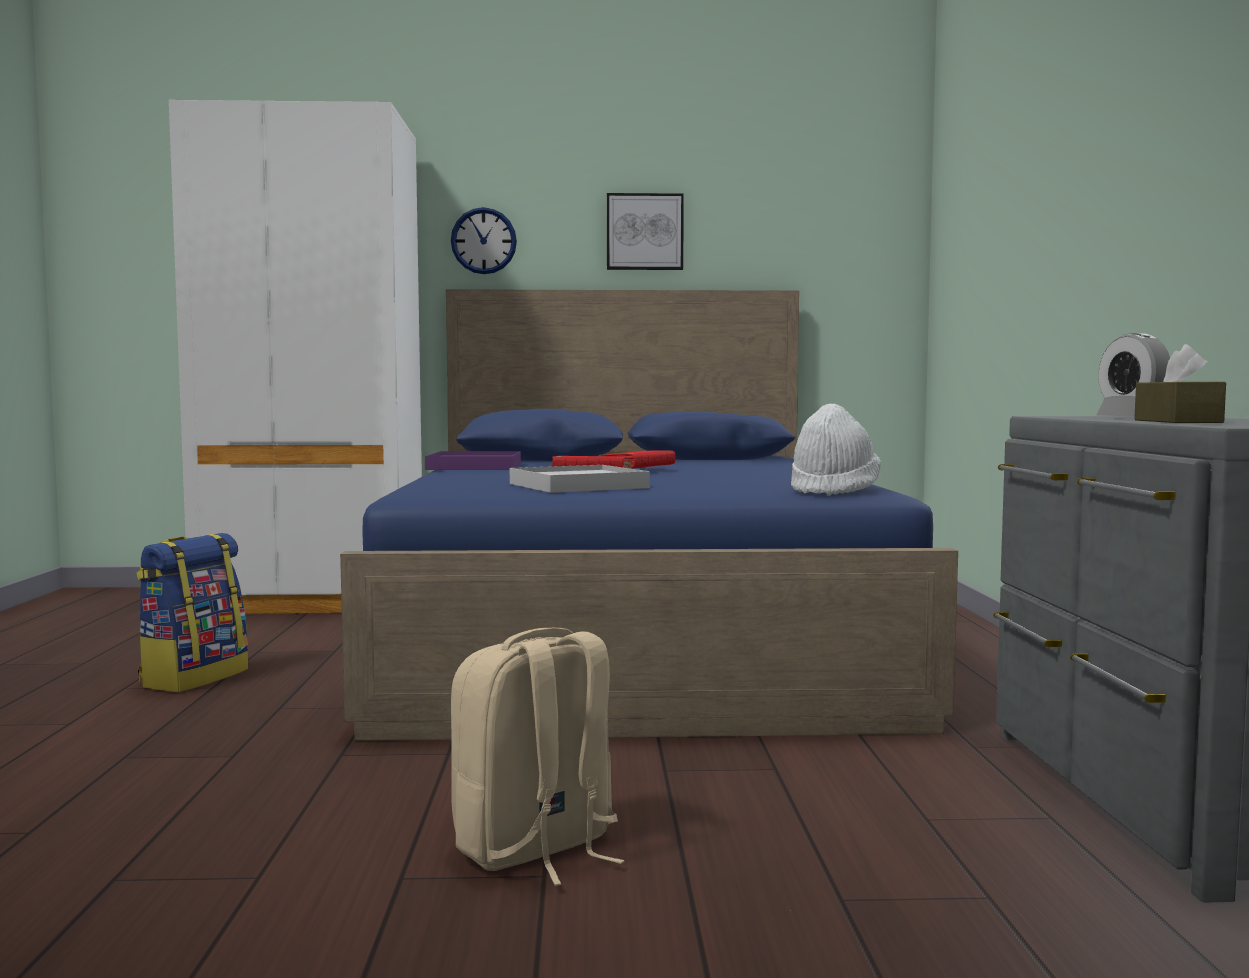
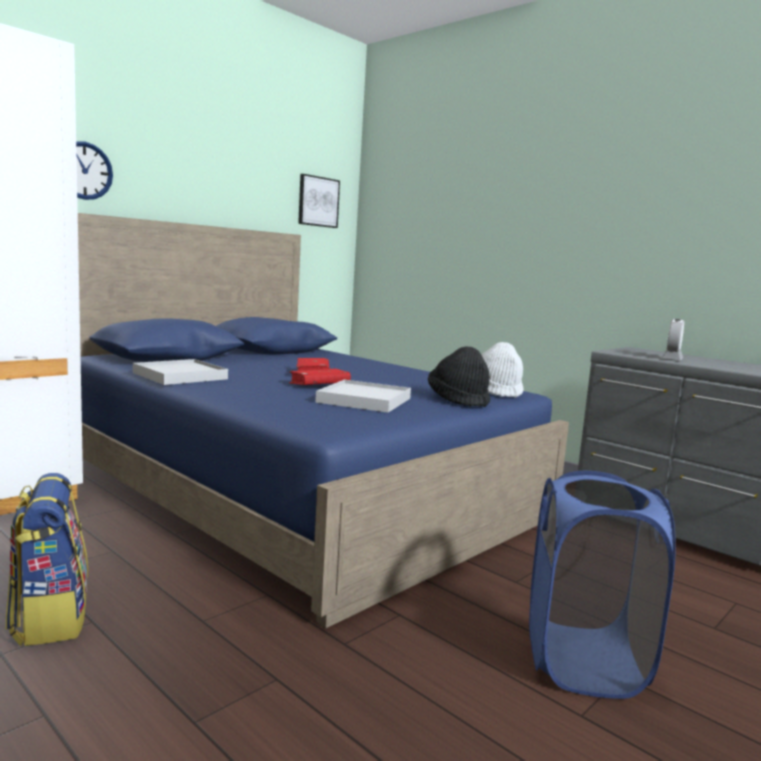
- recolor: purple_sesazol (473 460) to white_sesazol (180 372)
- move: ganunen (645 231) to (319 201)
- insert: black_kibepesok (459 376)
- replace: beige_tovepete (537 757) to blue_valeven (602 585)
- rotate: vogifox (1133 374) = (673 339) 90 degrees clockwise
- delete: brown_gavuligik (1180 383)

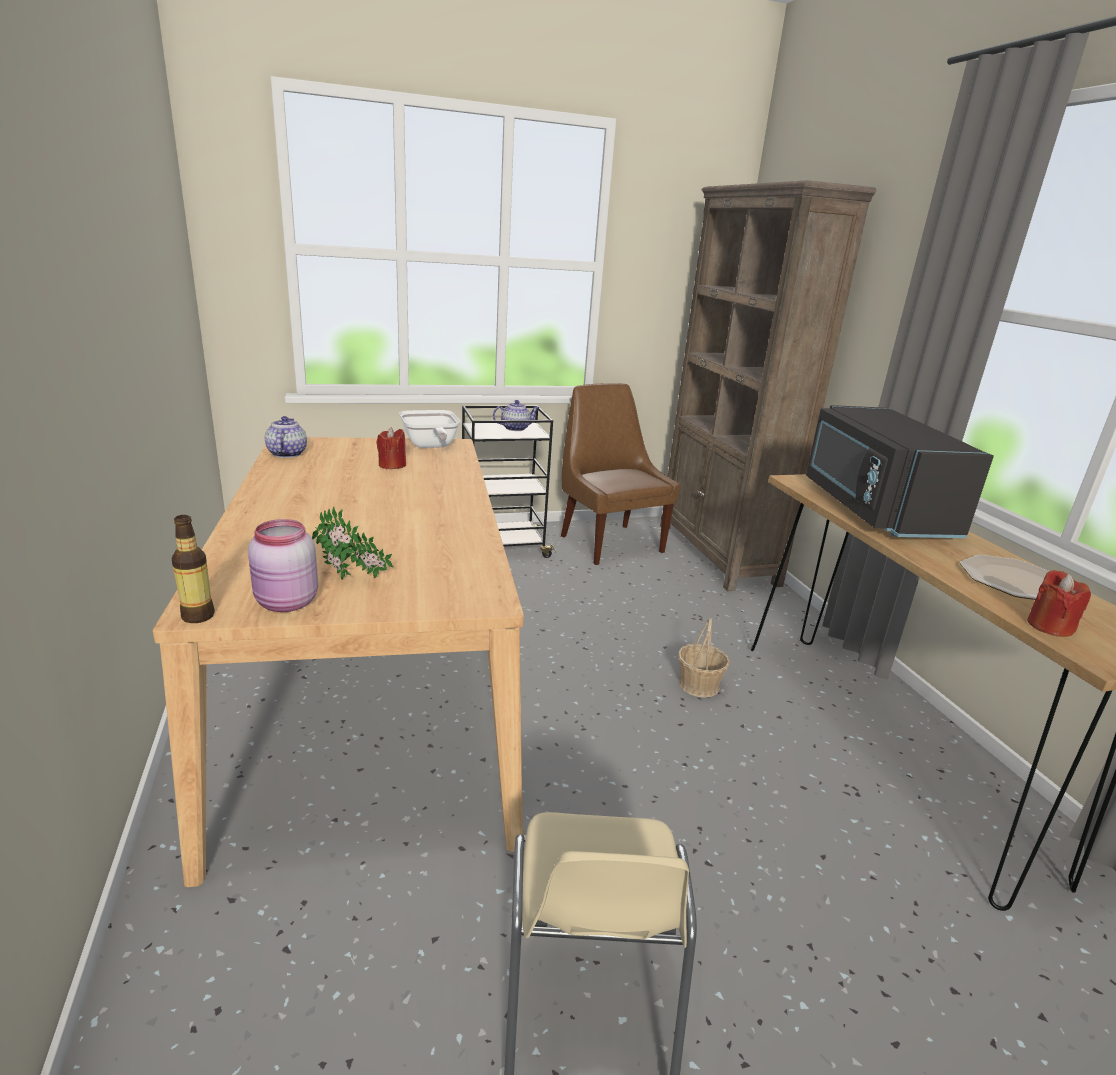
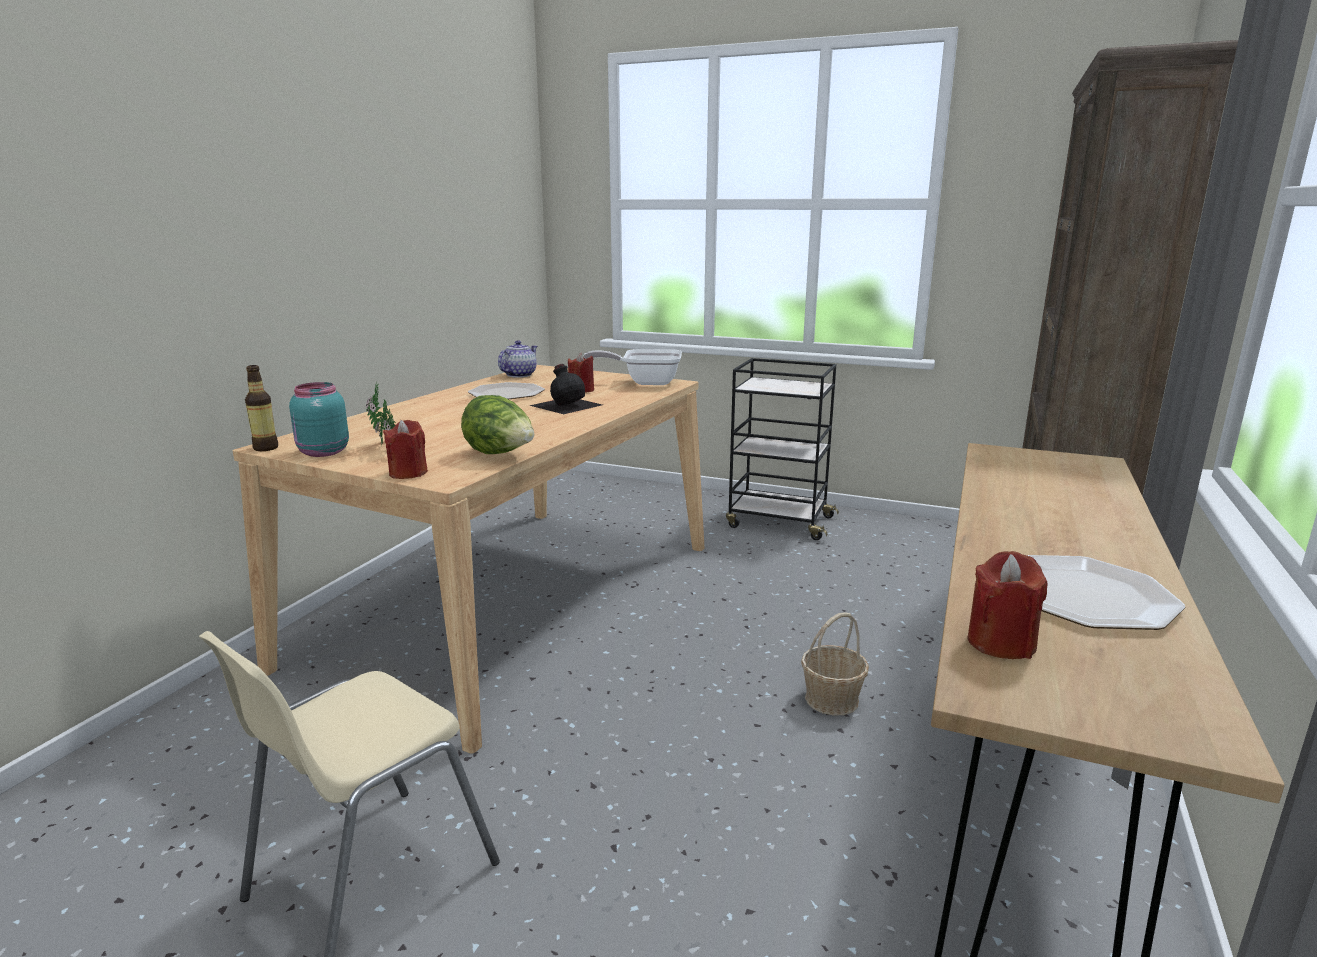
- recolor: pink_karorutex (283 565) to turquoise_karorutex (319 419)
- insert: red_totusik (405 449)
- insert: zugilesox (497 424)
- insert: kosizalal (506 390)
- insert: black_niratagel (565 389)
- rotate: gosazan (429 429) = (633 367) 75 degrees clockwise
- delete: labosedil (516 415)
- delete: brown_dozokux (620 474)
- delete: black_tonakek (900 471)

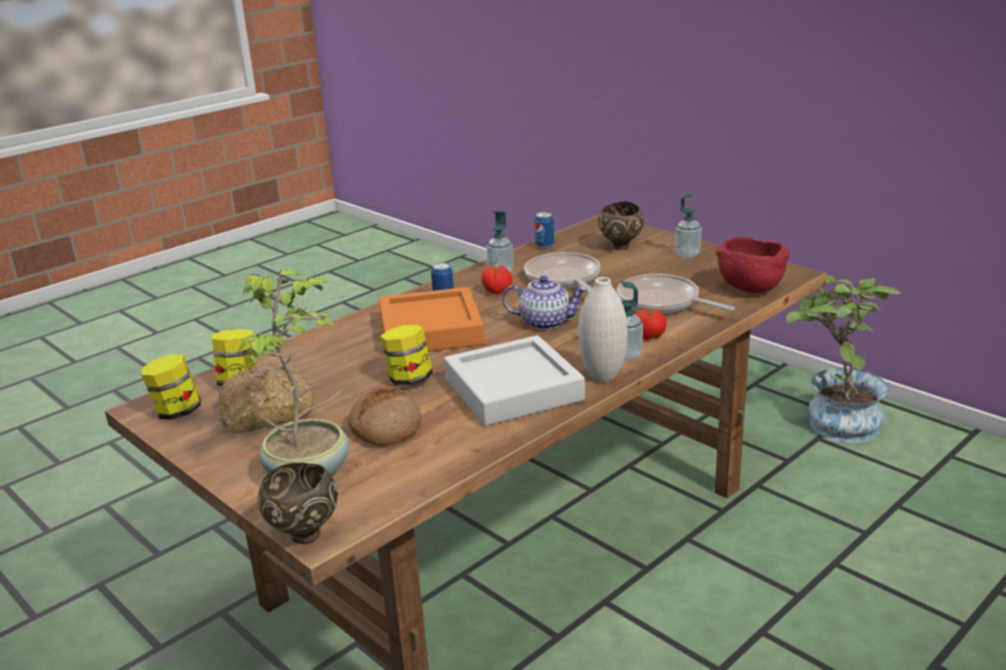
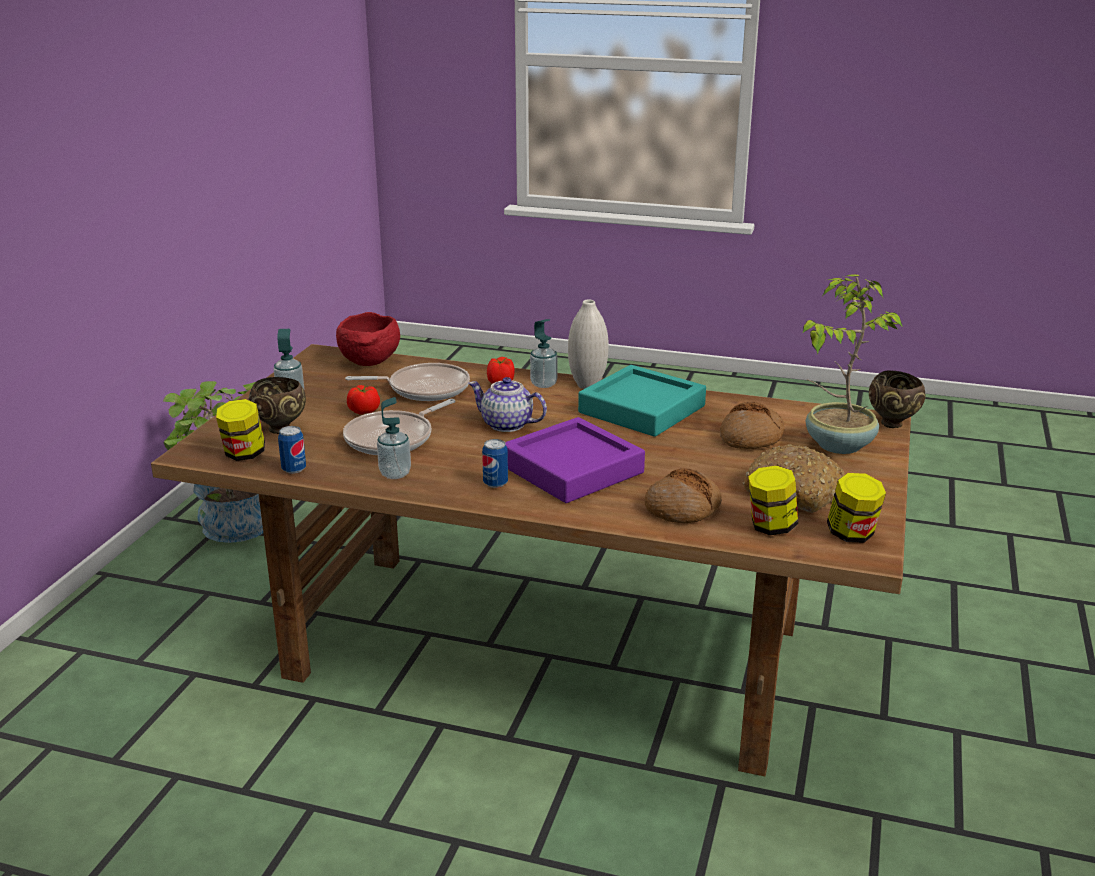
- move: karorutex (406 355) to (240 430)
- rotate: gosazan (676 293) = (407 382) 105 degrees counterclockwise
- move: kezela (496 280) to (363 400)
- rotate: labosedil (544 303) = (507 404) 45 degrees counterclockwise
- recolor: orange_sesazol (432 319) to purple_sesazol (575 460)
- recolor: grey_sesazol (514 380) to turquoise_sesazol (642 401)
- insert: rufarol (683 495)

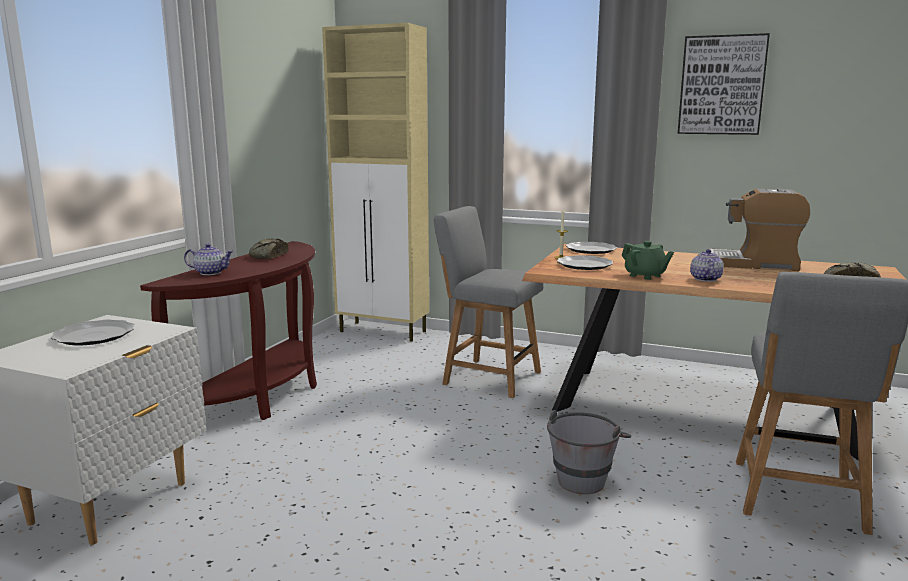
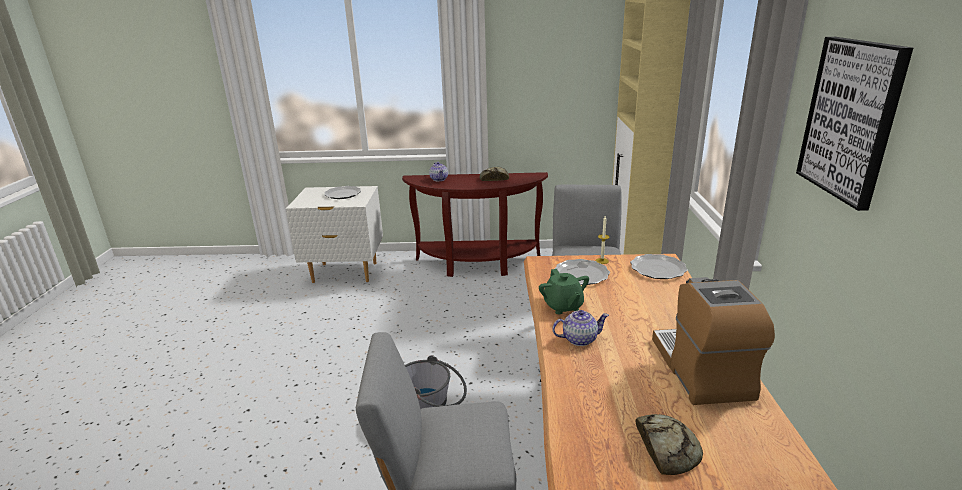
- rotate: green_labosedil (647 260) = (564 291) 45 degrees counterclockwise

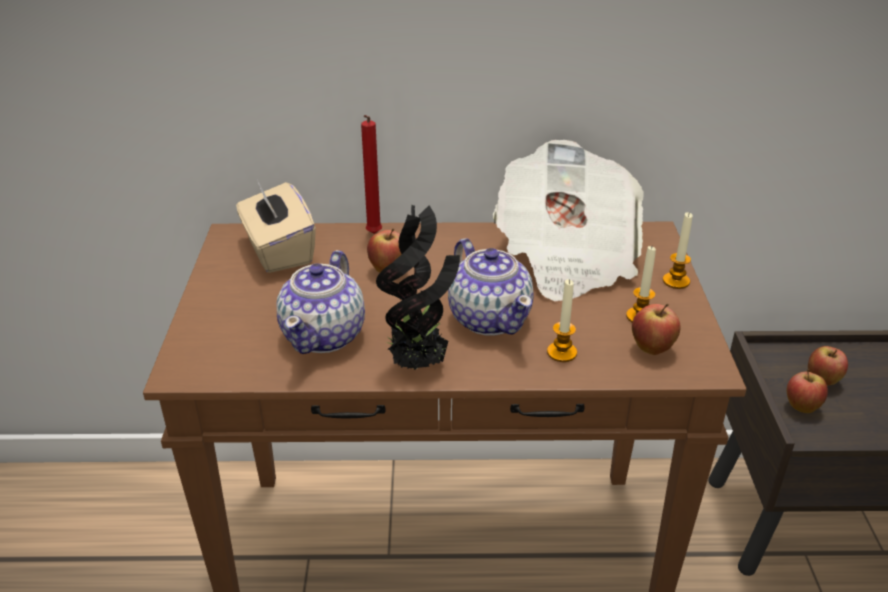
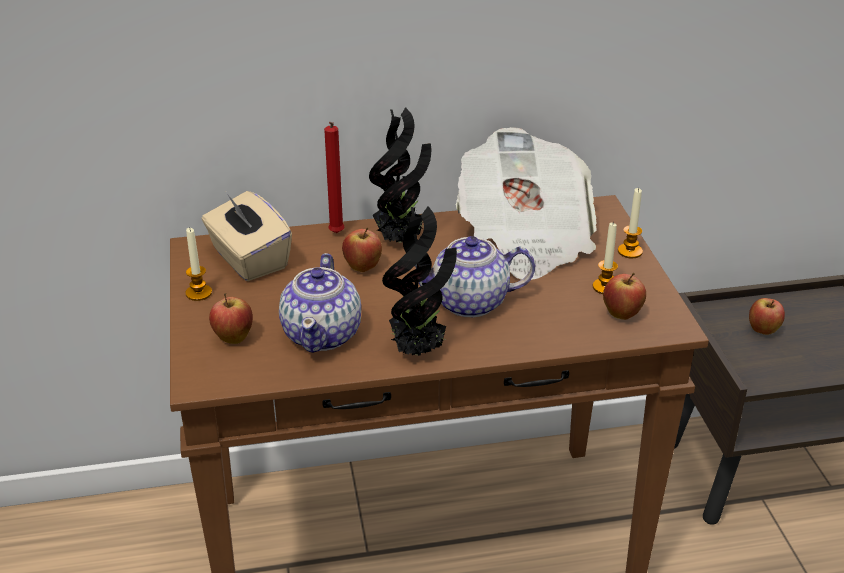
- move: totusik (562 320) to (199 264)
- move: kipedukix (807 391) to (231 318)
- insert: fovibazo (400 175)
- rotate: labosedil (491 287) = (475 276) 120 degrees clockwise

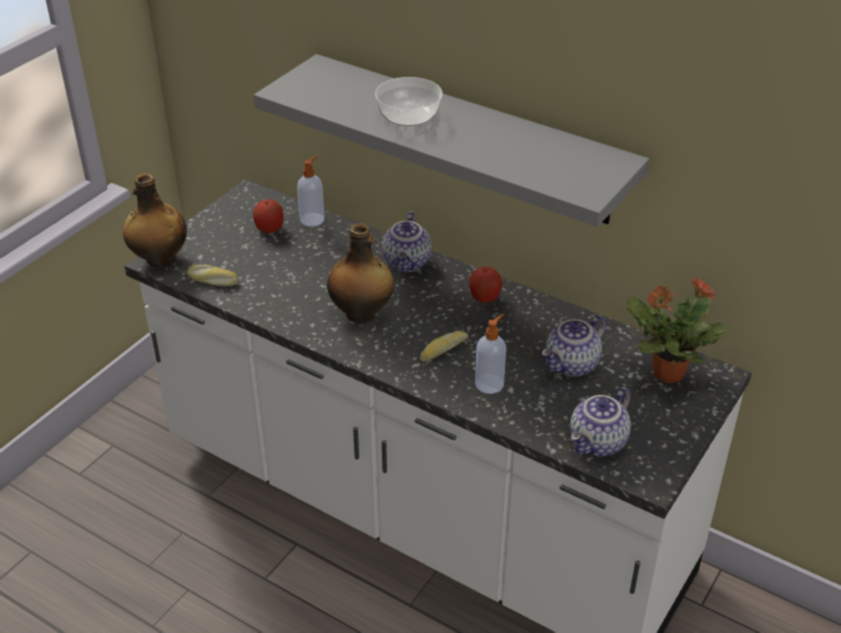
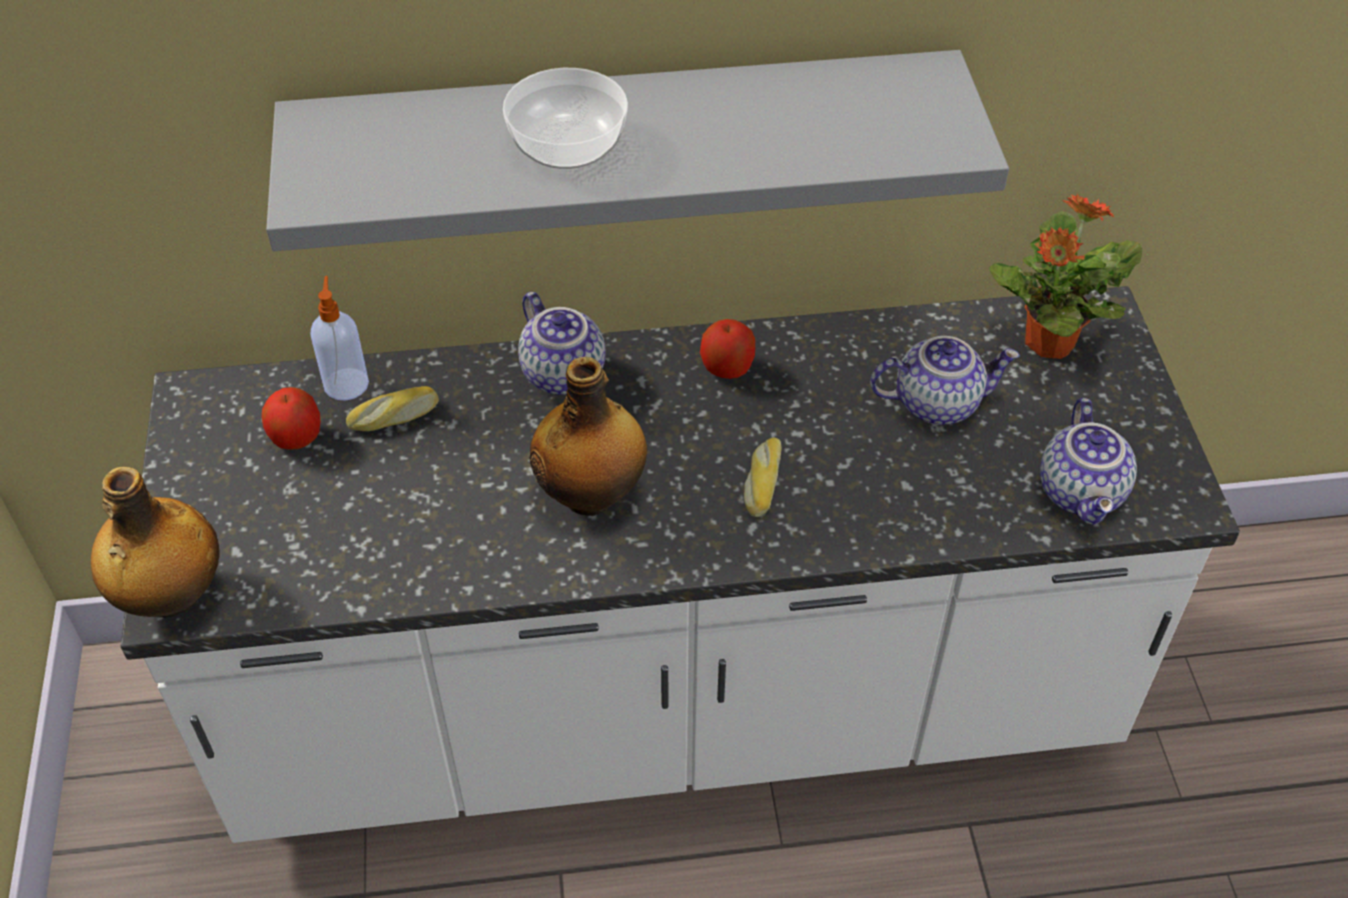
- move: rufarol (212 275) to (392 408)
- rotate: labosedil (574 345) = (945 380) 105 degrees counterclockwise
- delete: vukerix (490 354)

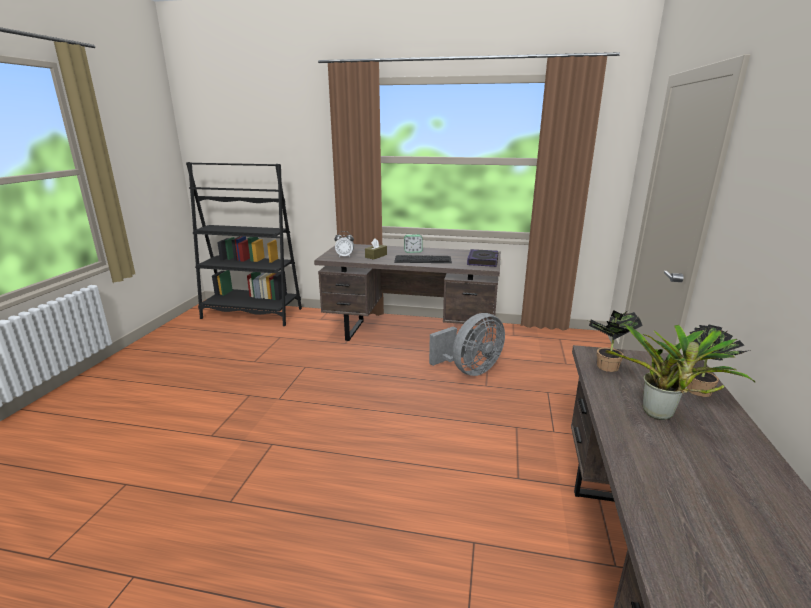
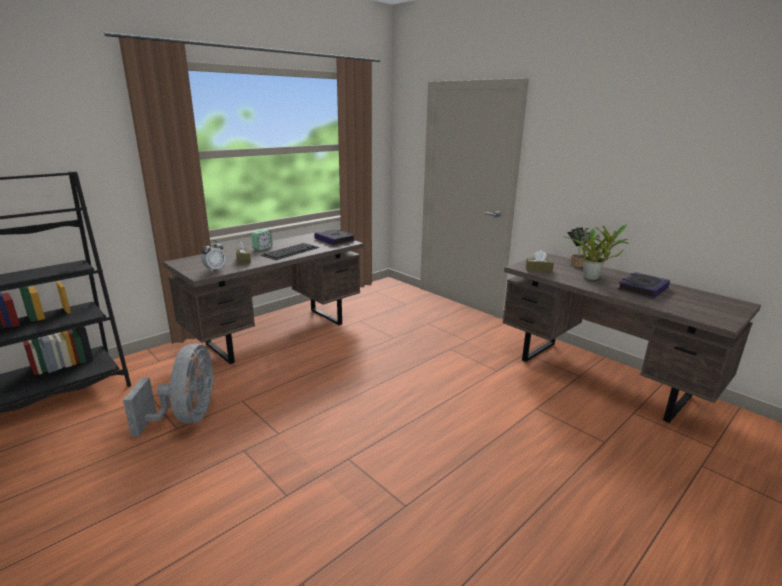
- move: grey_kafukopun (467 344) to (168 390)
- replace: fovibazo (616 341) to brown_gavuligik (540 261)
- insert: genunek (644 285)

